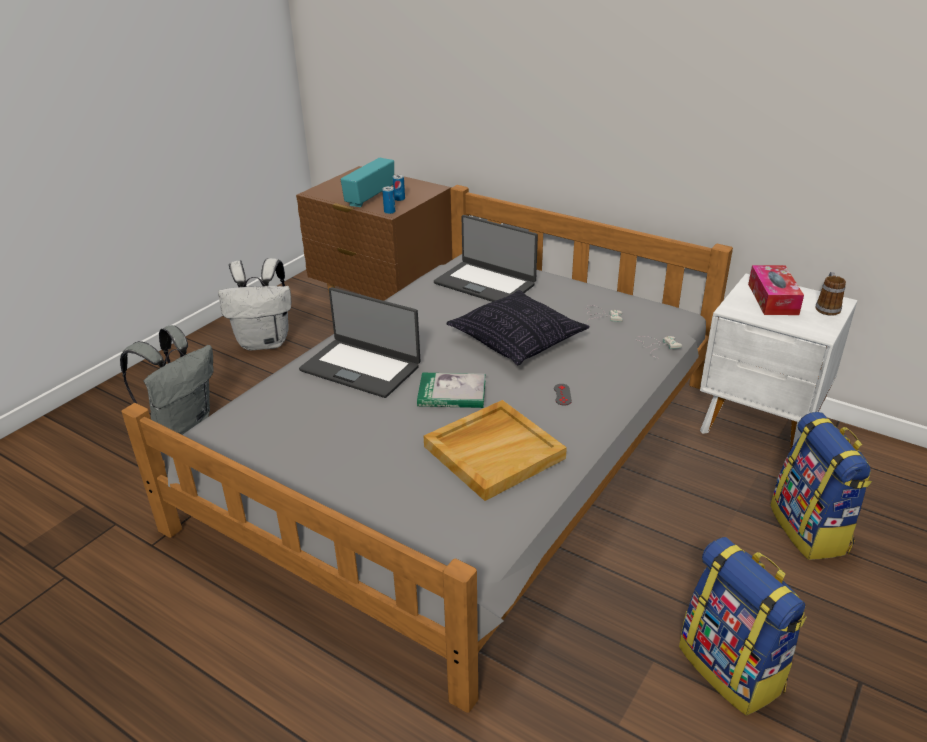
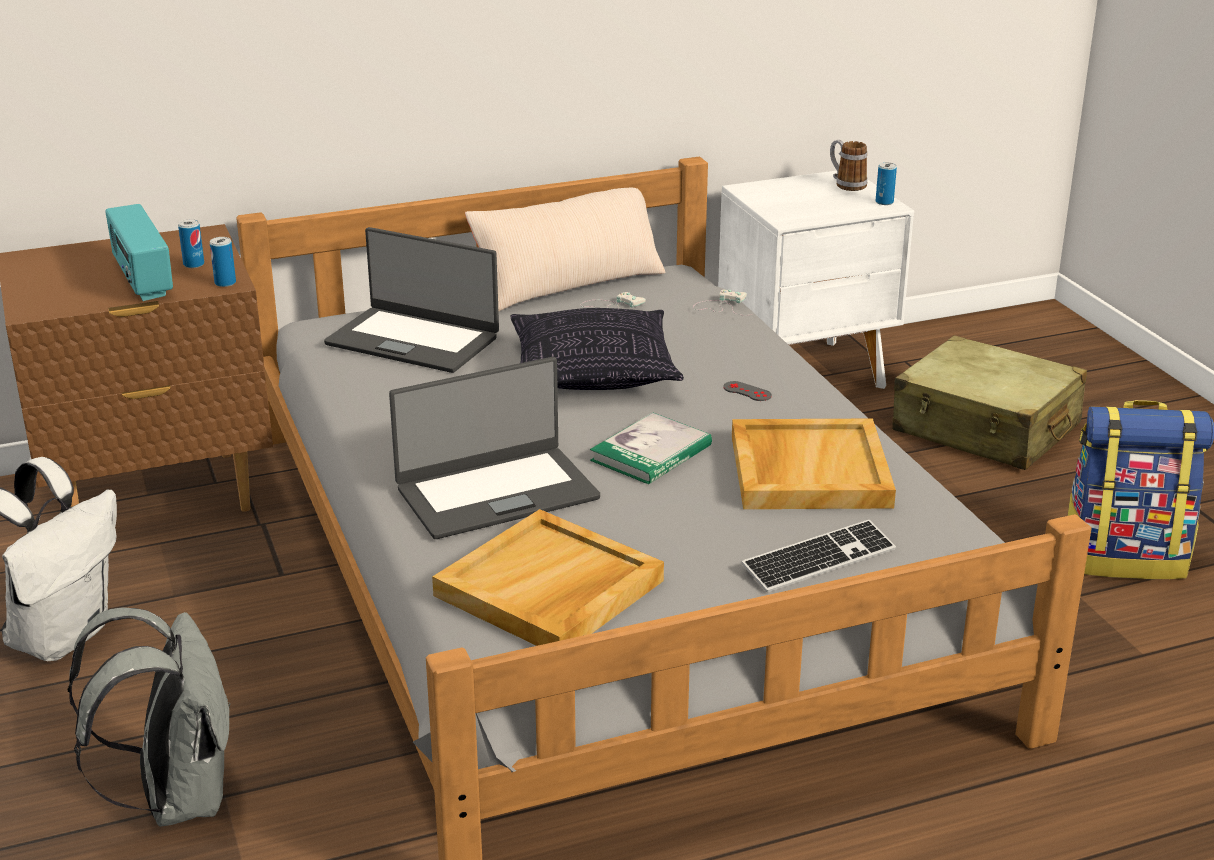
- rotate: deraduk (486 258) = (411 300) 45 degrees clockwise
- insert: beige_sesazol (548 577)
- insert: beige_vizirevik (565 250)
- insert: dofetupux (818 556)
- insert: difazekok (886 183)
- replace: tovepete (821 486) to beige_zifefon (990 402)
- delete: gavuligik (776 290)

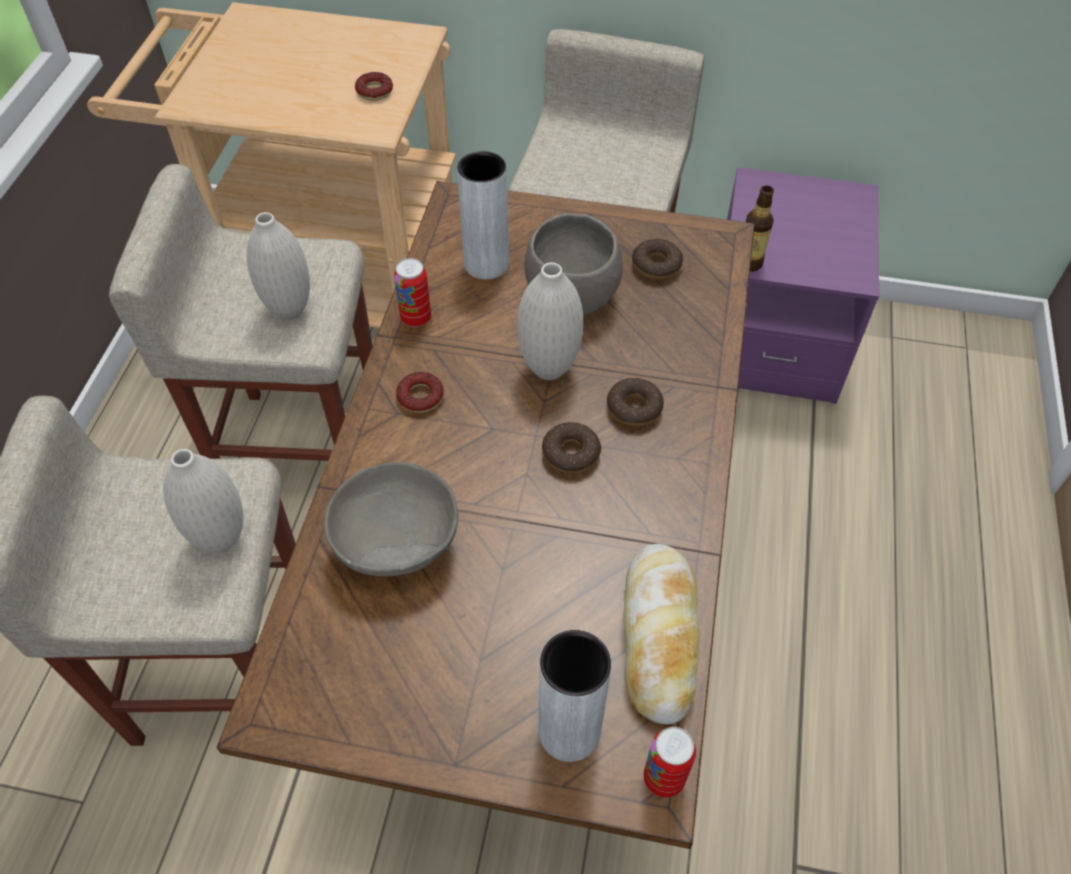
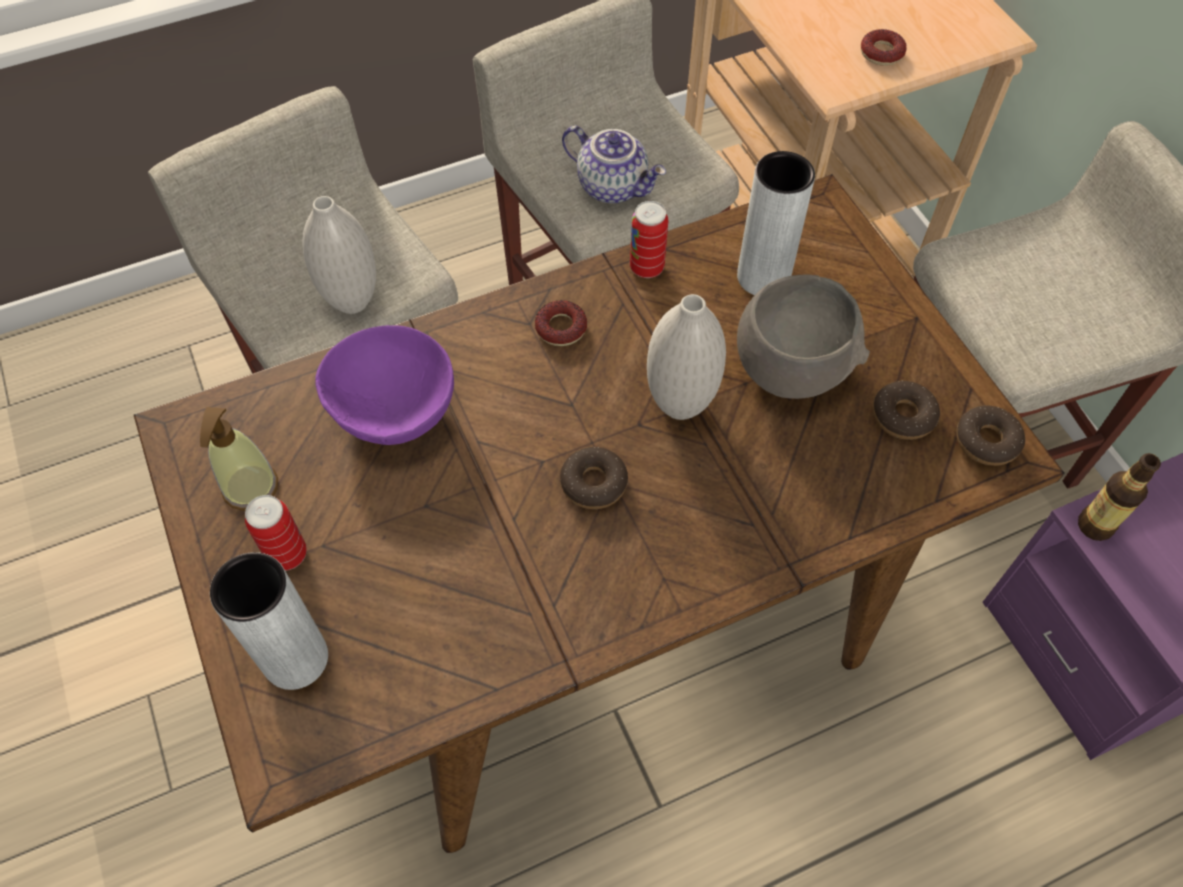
- insert: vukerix (239 459)
- move: difazekok (670 762) to (276 533)
- recolor: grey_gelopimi (391 519) to purple_gelopimi (384 385)
- replace: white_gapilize (278 266) to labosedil (614 164)
- move: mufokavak (635 402) to (990 436)
- delete: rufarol (661 634)

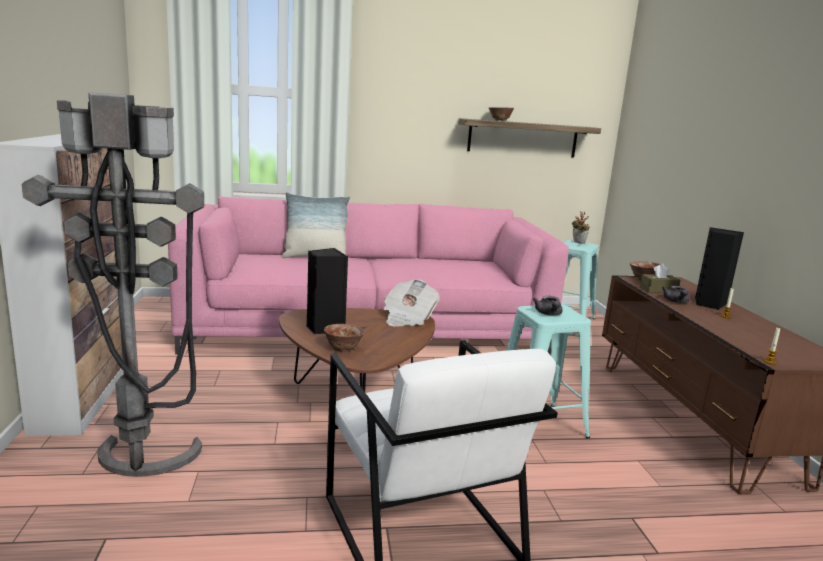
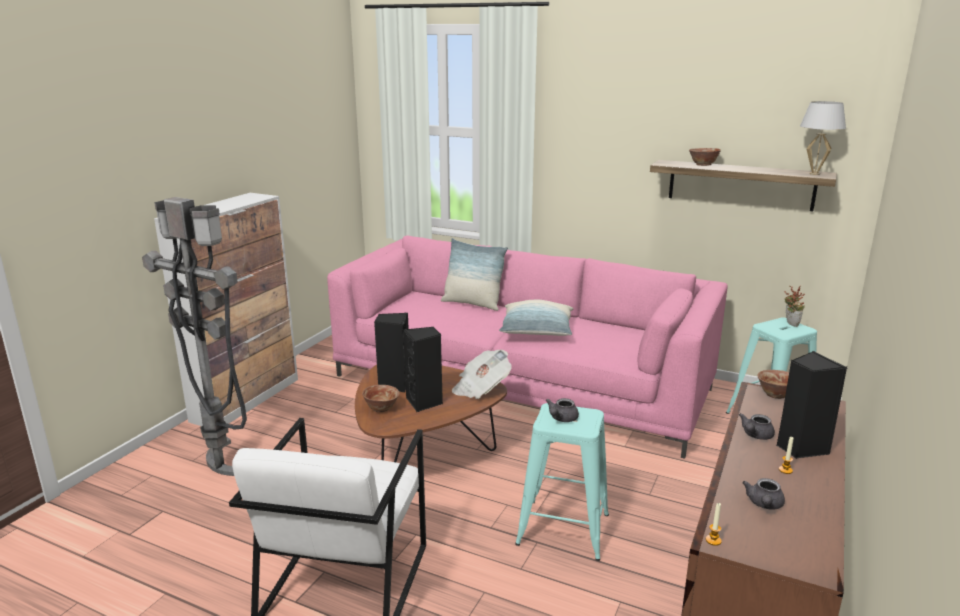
- insert: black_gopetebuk (423 369)
- insert: vizirevik (536 318)
- insert: grey_labosedil (763 494)
- insert: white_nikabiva (823 138)
- delete: brown_gavuligik (660 278)

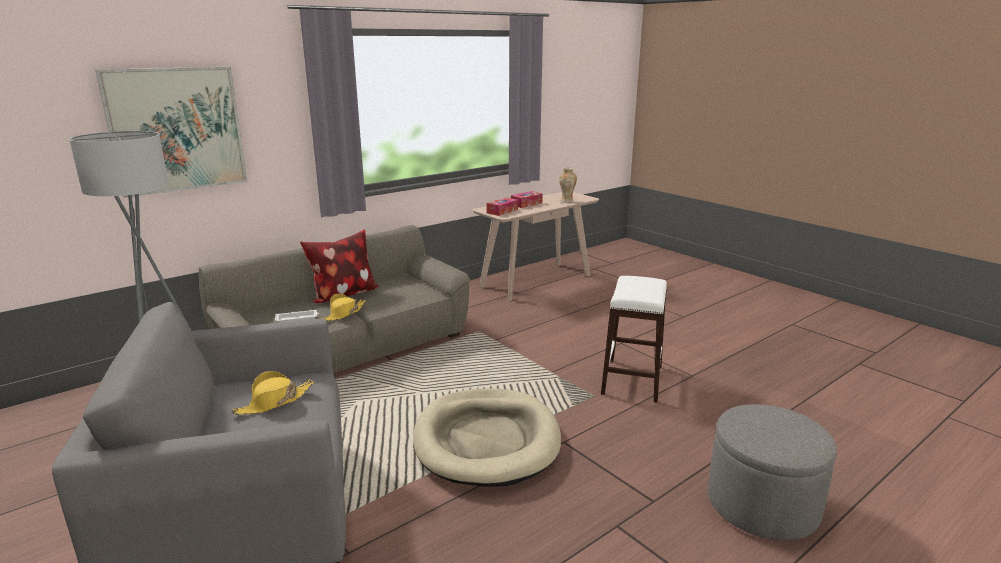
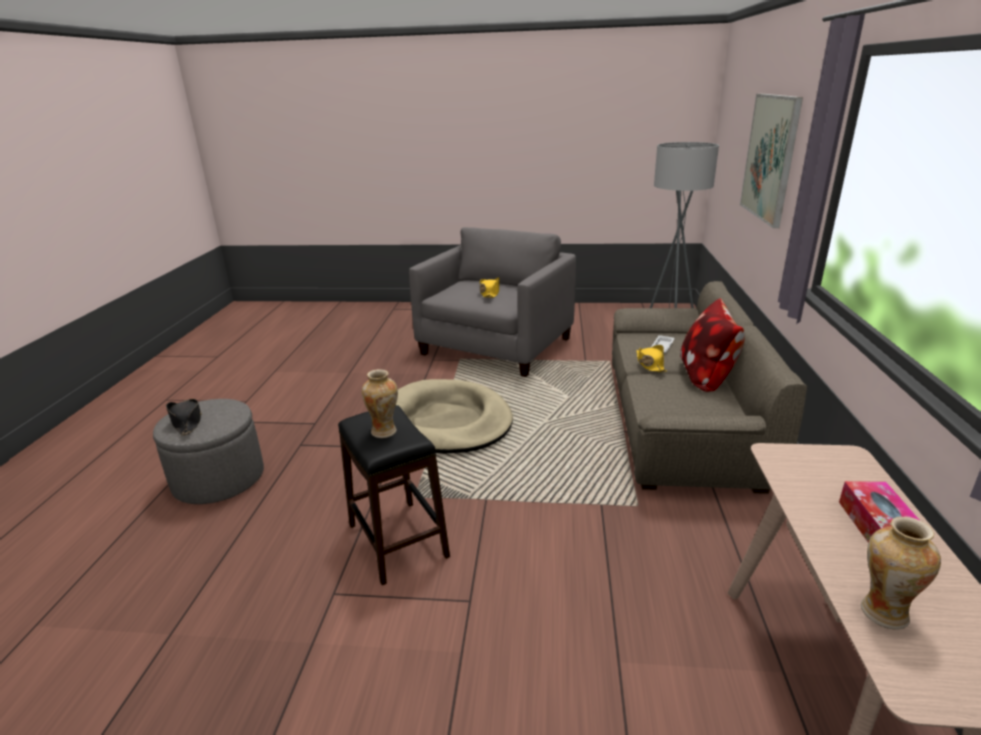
- insert: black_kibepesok (184 417)
- recolor: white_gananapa (634 339) to black_gananapa (394 495)
- insert: gapilize (380 403)
- delete: gavuligik (502 207)

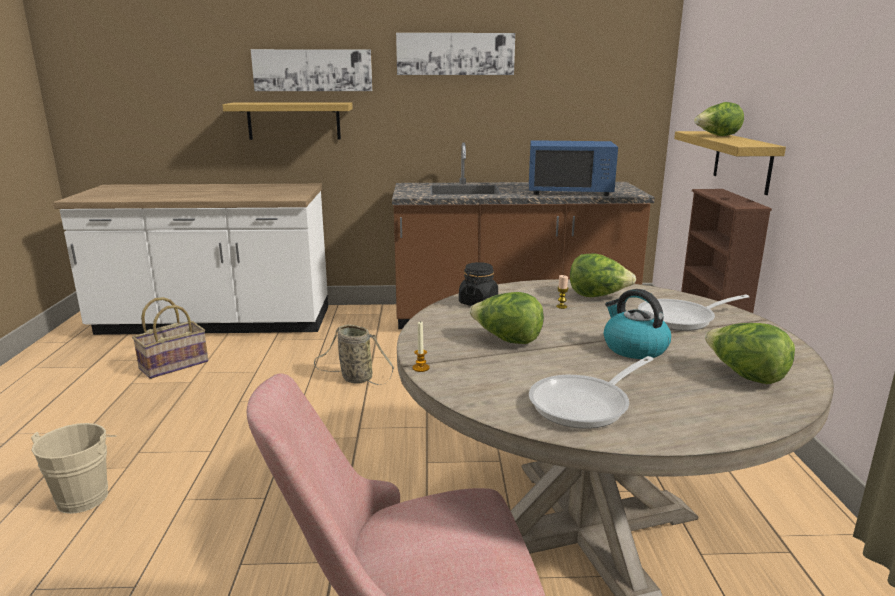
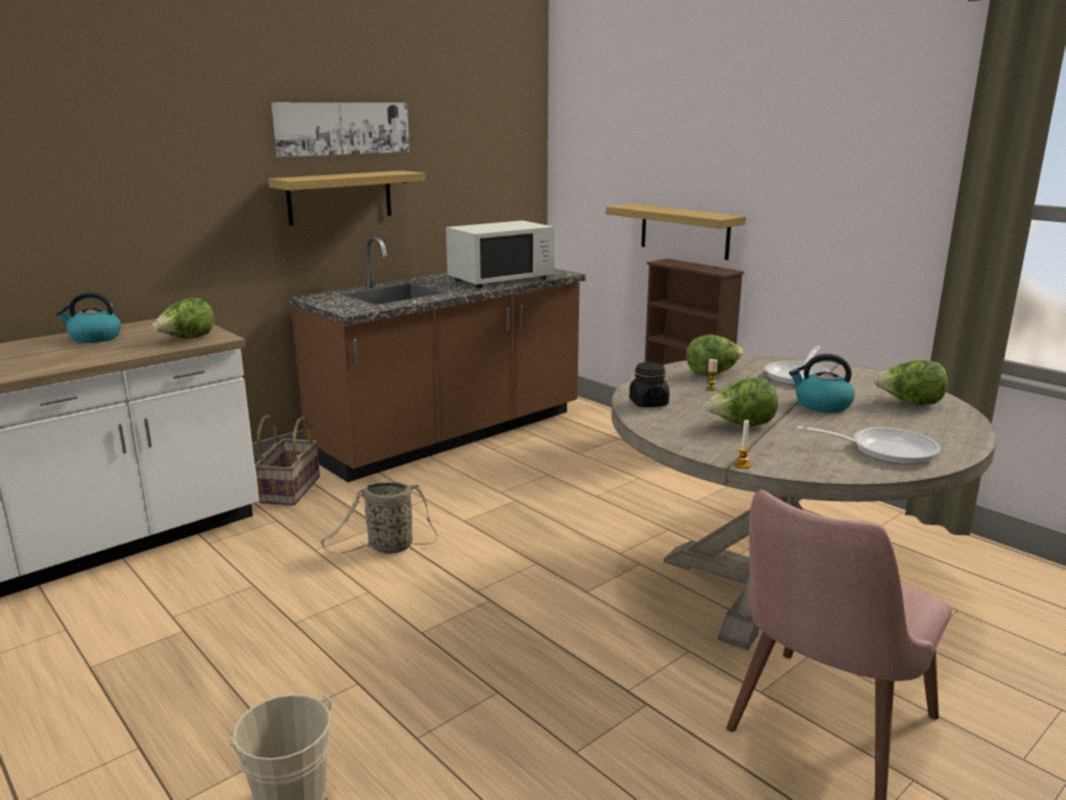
- insert: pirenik (88 317)
- move: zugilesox (719 119) to (183 318)
- move: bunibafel (170 338) to (287 460)
- move: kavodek (287 121) to (346 198)
- recolor: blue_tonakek (573 168) to white_tonakek (500 254)
- rotate: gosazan (591 392) = (869 445) 90 degrees counterclockwise
- delete: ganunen (311 70)

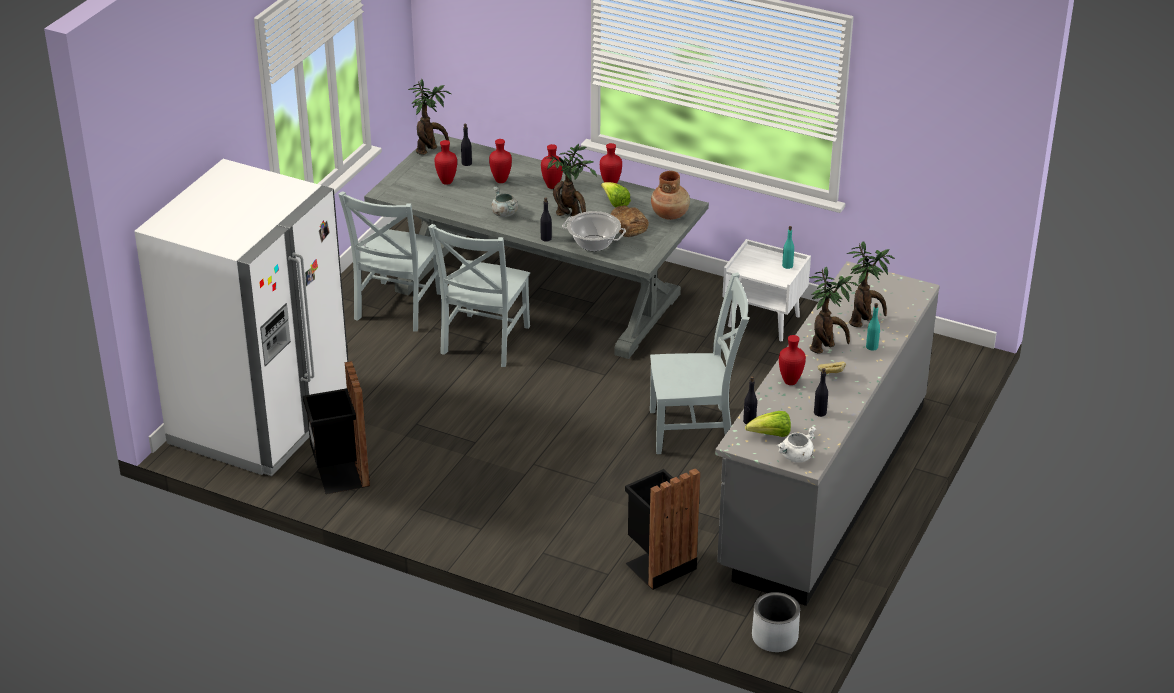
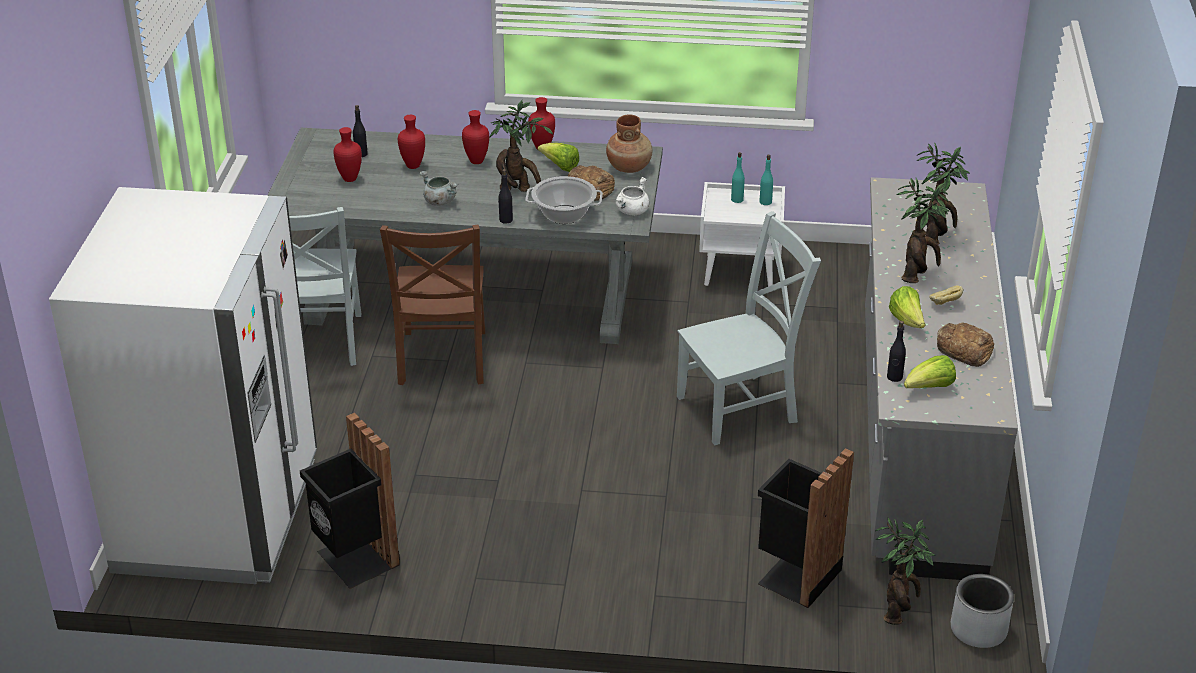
- recolor: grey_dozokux (479 295) to brown_dozokux (432 304)
- move: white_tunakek (796 444) to (632 196)
- move: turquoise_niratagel (873 327) to (738 177)
- move: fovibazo (429 116) to (905 571)
- replace: red_gapilize (792 360) to zugilesox (907 307)
- replace: black_niratagel (821 392) to rufarol (965 344)

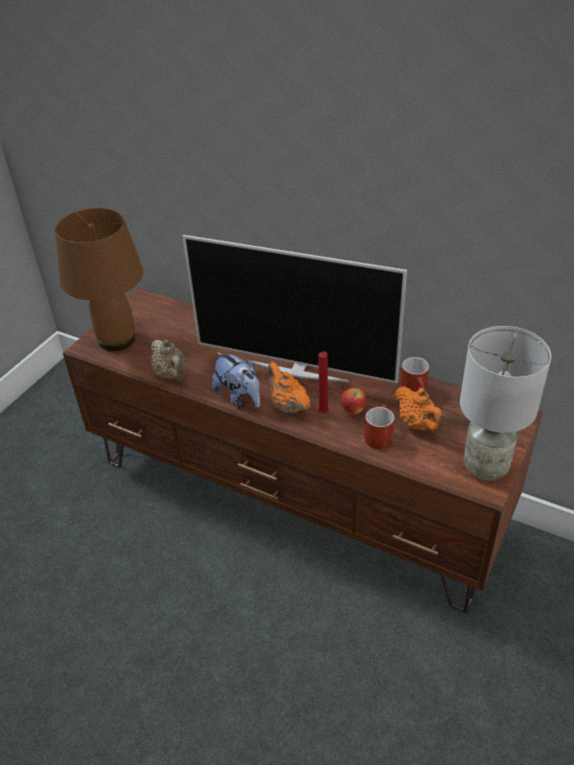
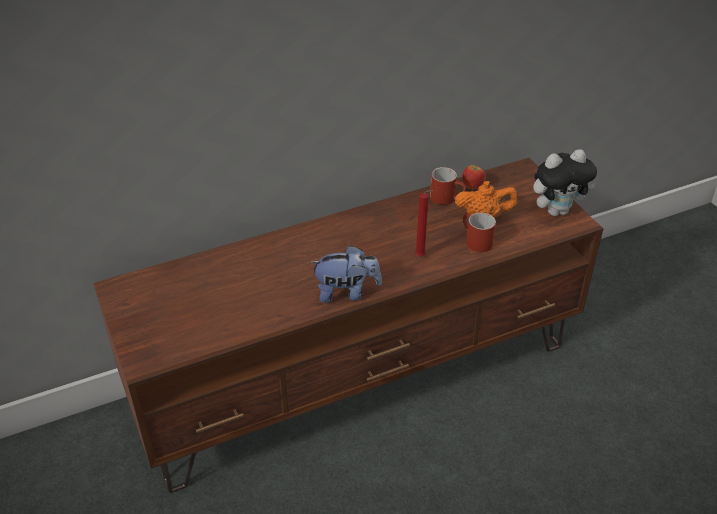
- move: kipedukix (353 401) to (474 176)
- replace: grey_nikabiva (505 403) to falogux (565 182)
- delete: brown_nikabiva (99 279)
- delete: beige_labosedil (167 360)
- delete: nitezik (294 309)
- delete: orange_labosedil (289 387)

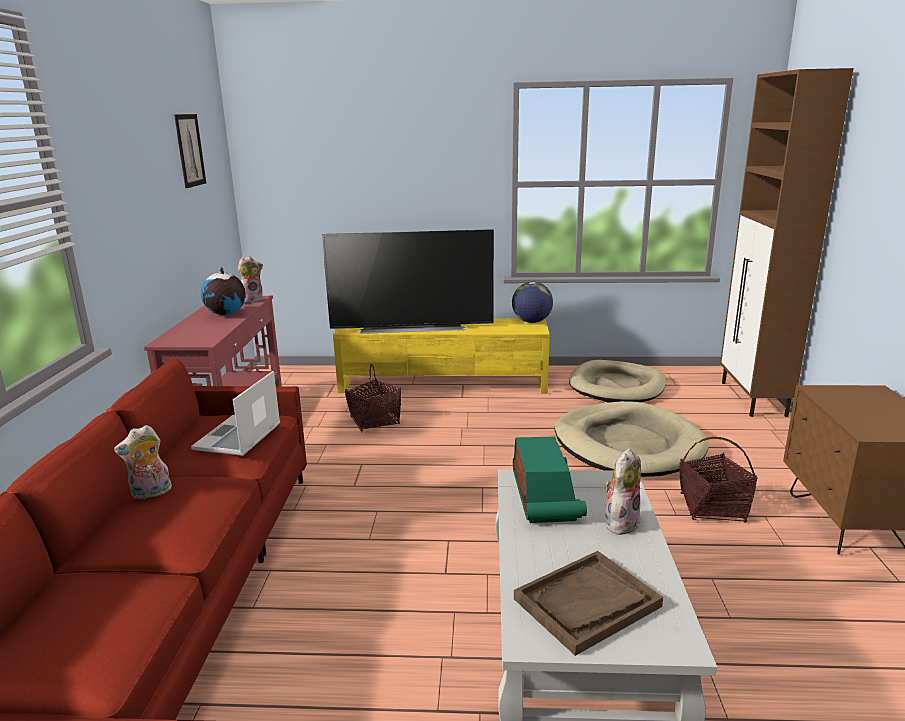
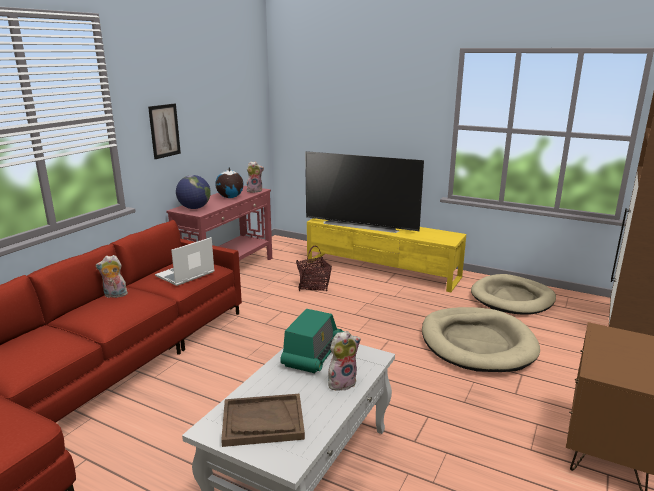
- move: ganunen (190 151) to (164 131)
- move: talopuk (532 302) to (193 192)
- delete: bunibafel (718 480)

